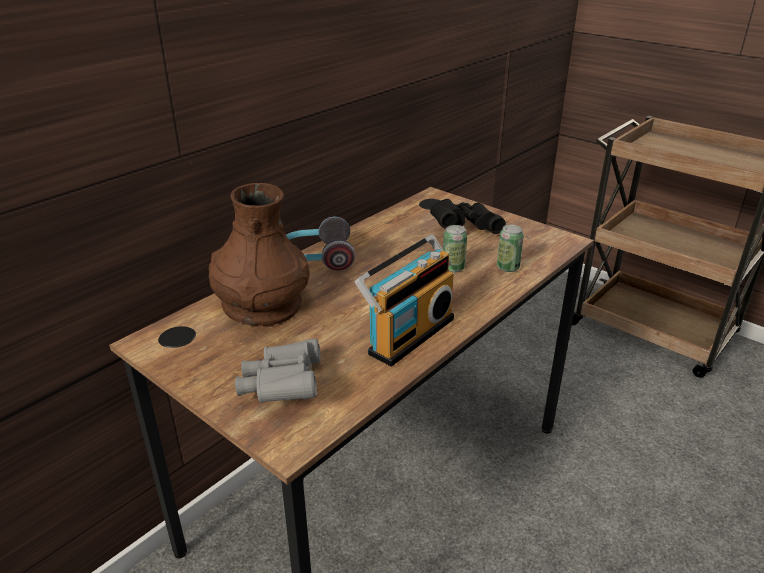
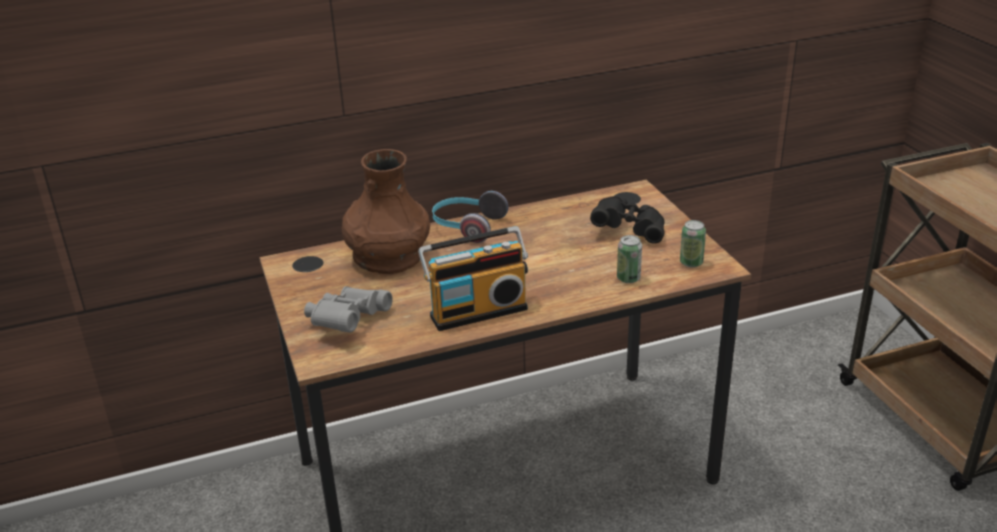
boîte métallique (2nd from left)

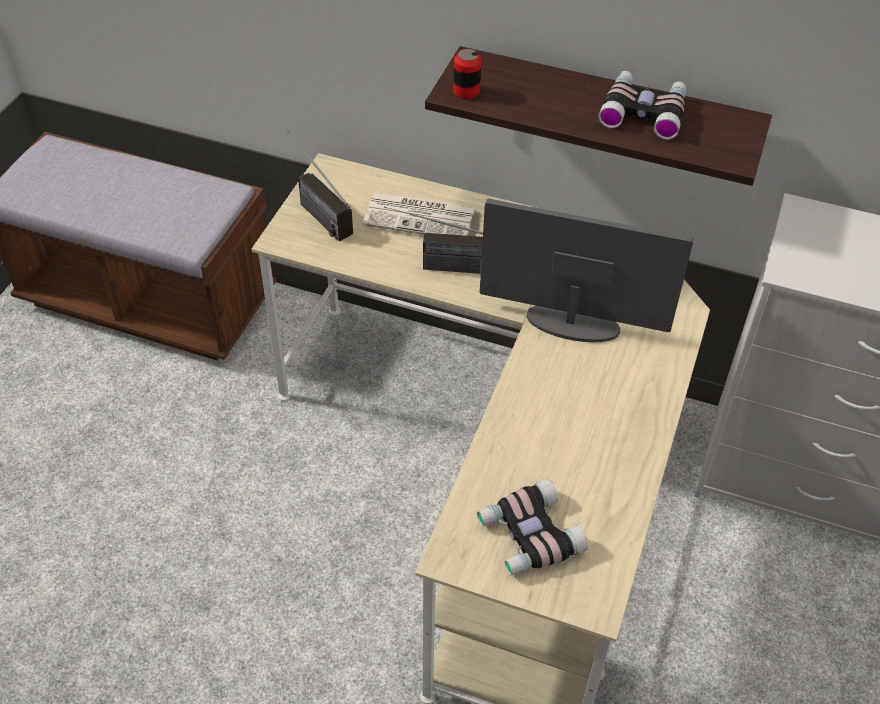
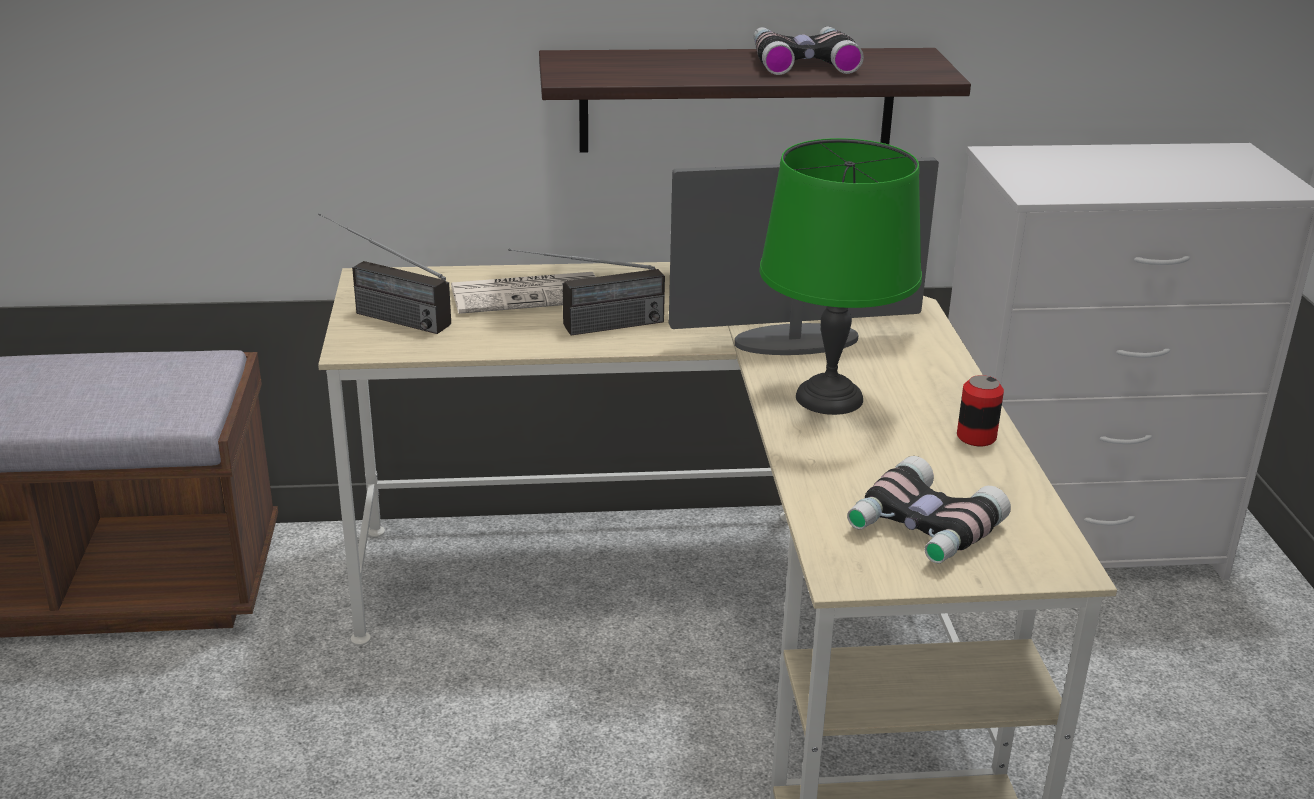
boîte métallique
lampe de table (vert)

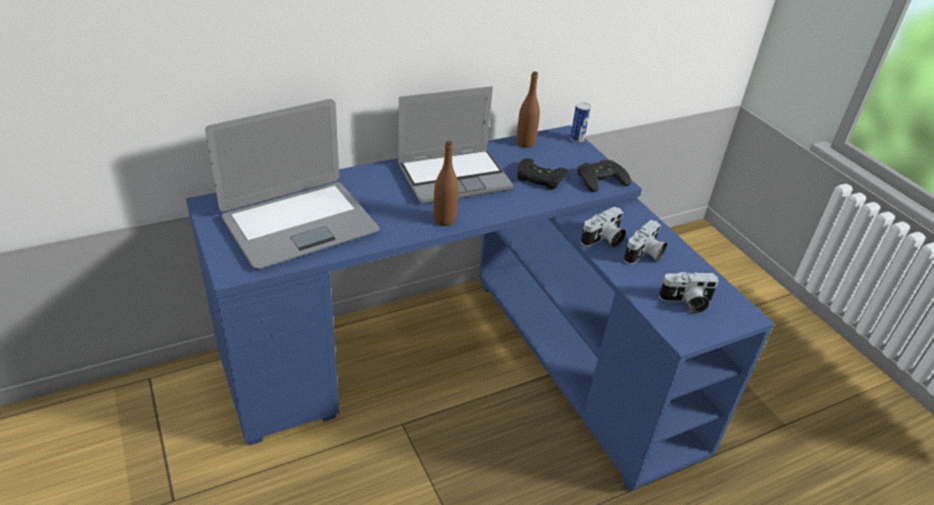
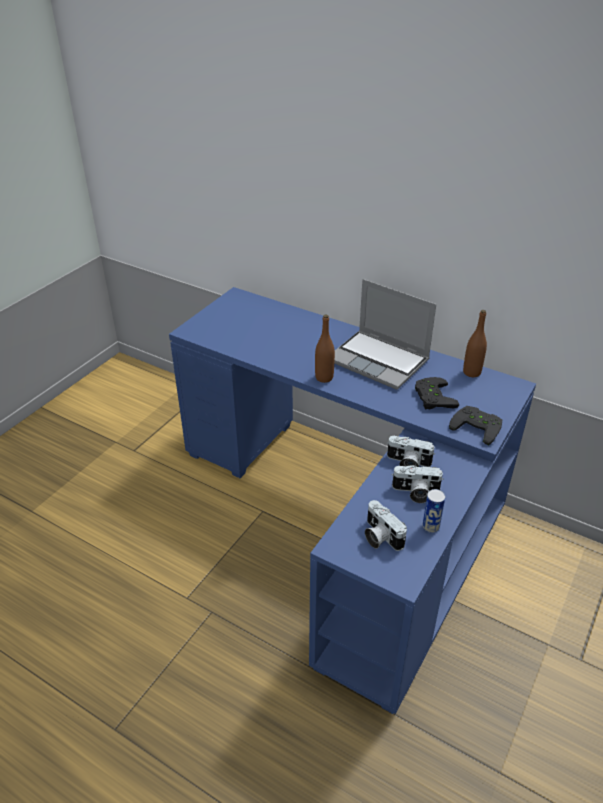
ordinateur portable (1st from left in the first image)
boîte métallique

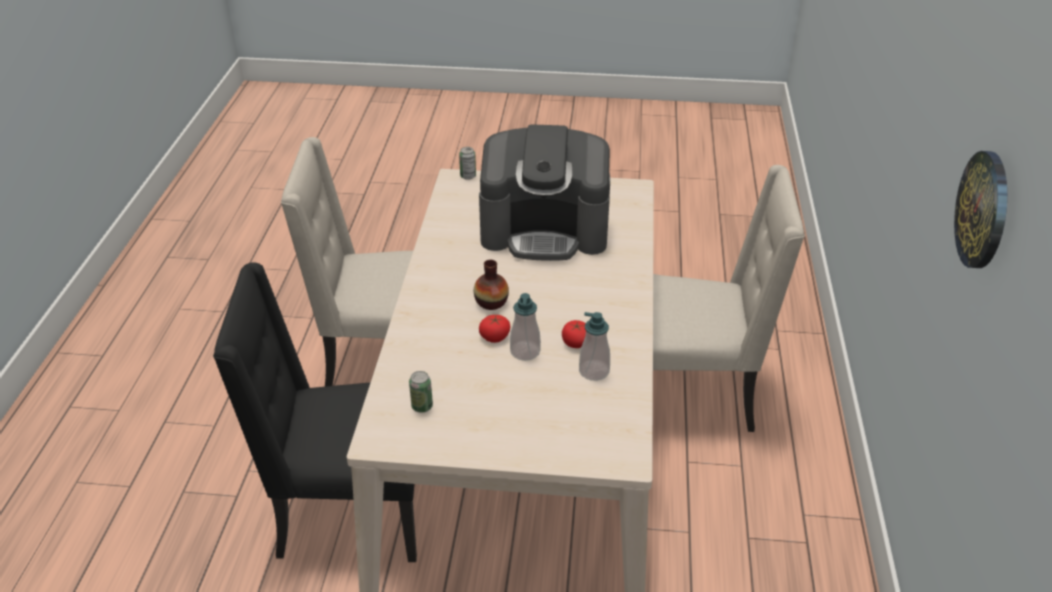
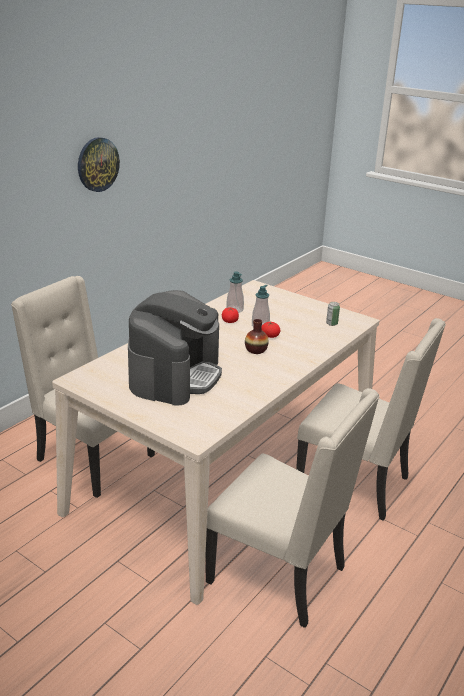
machine à café
boîte métallique (2nd from left in the first image)
chaise (beige) (3rd from left)

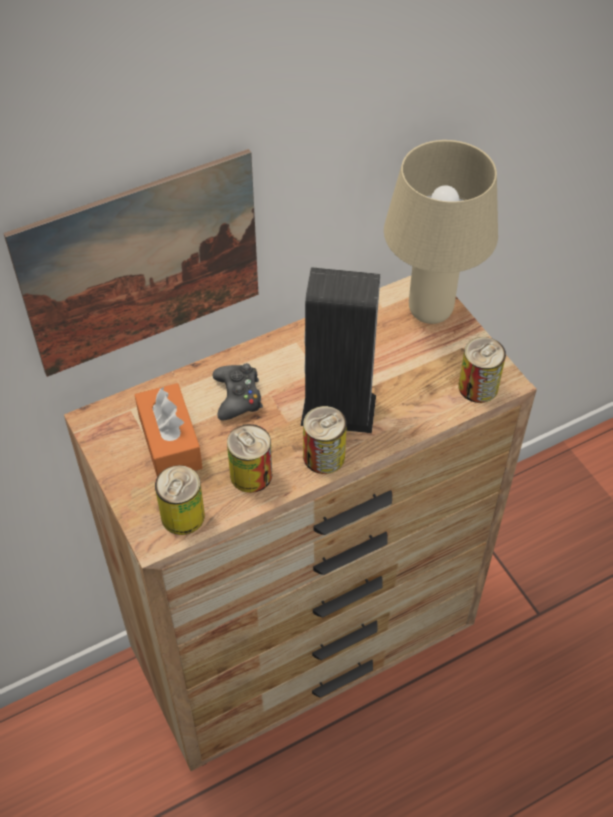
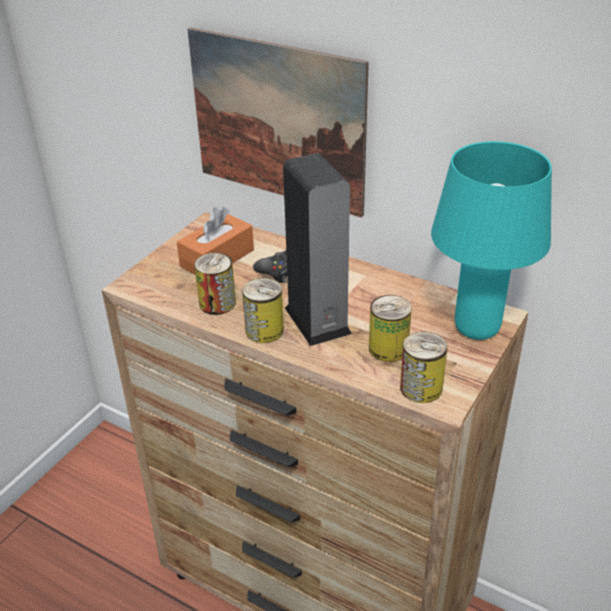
lampe de table (turquoise)
boîte métallique (3rd from left)

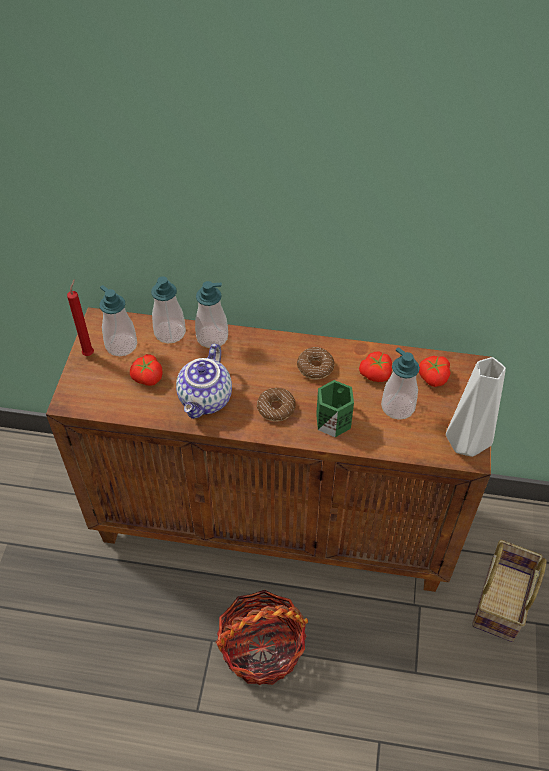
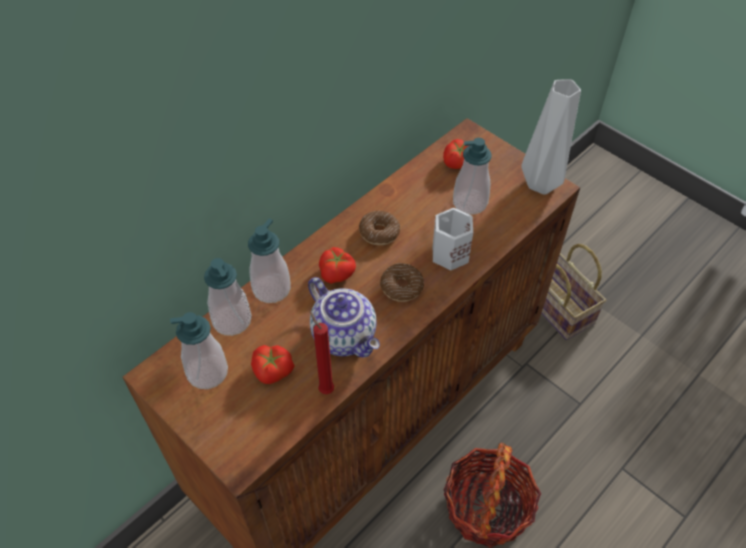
bougie (rouge)
tomate (2nd from left)
mug (blanc)

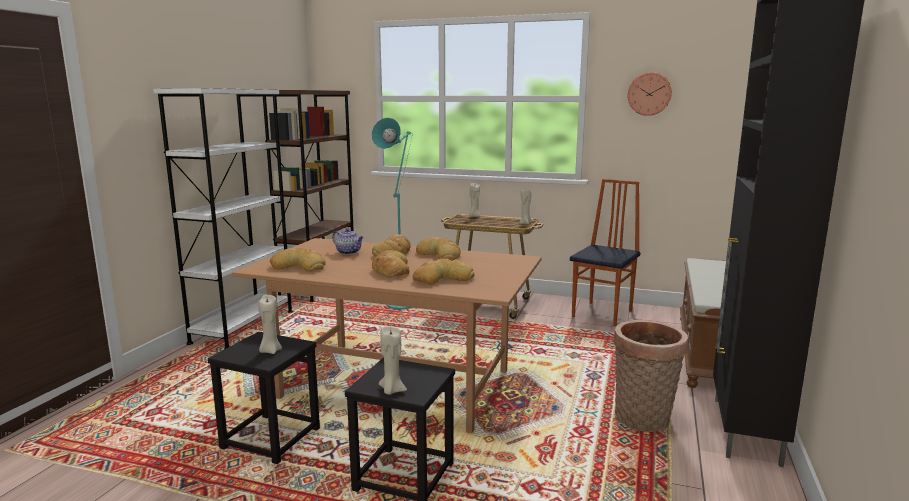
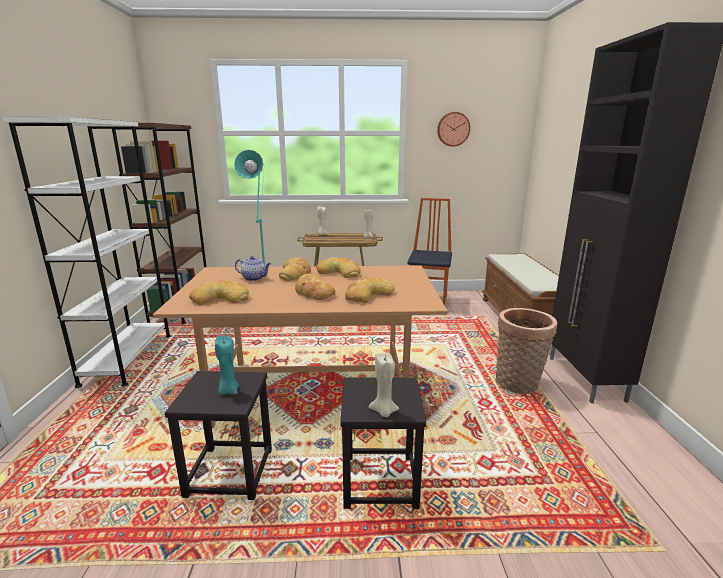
bougie (turquoise)

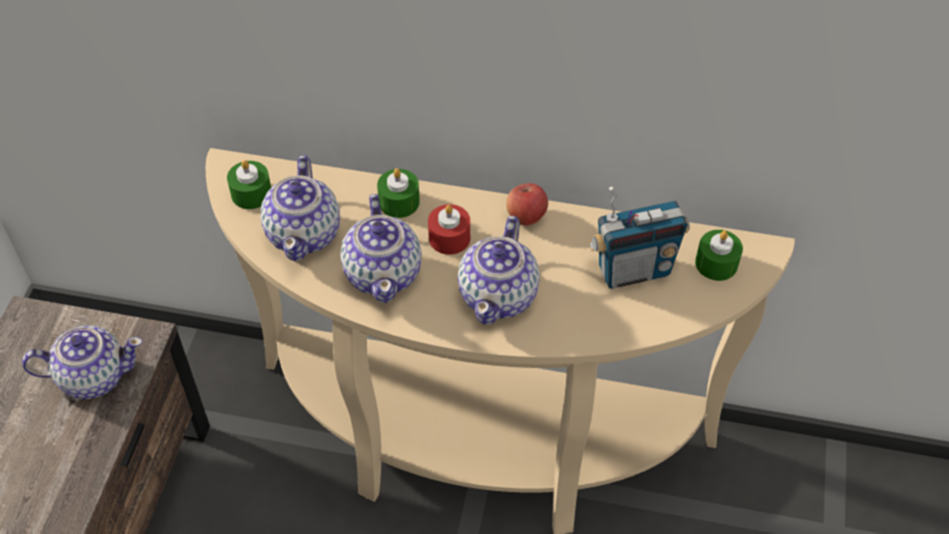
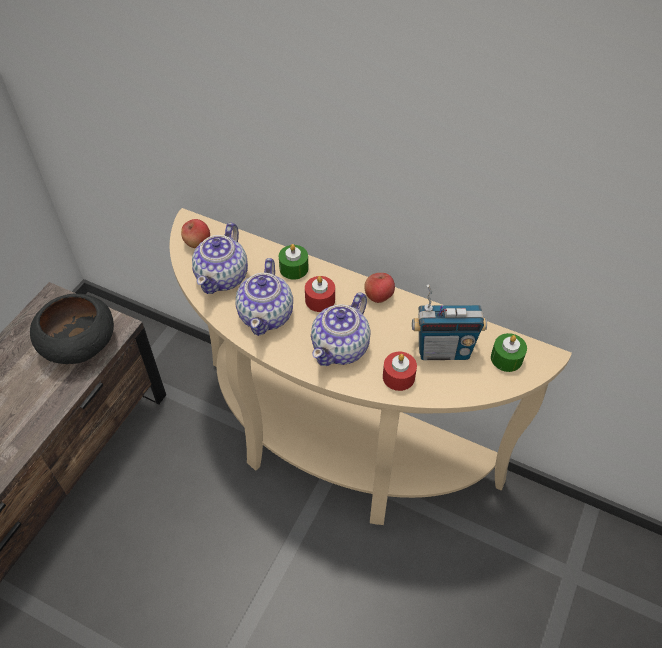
pomme (1st from left)
bol (noir)
bougie (rouge) (2nd from left)

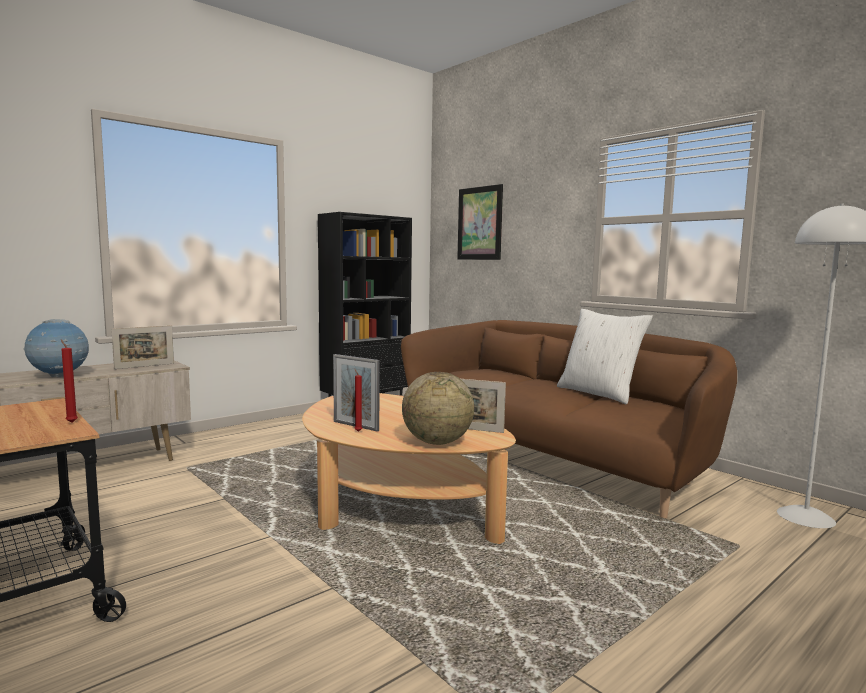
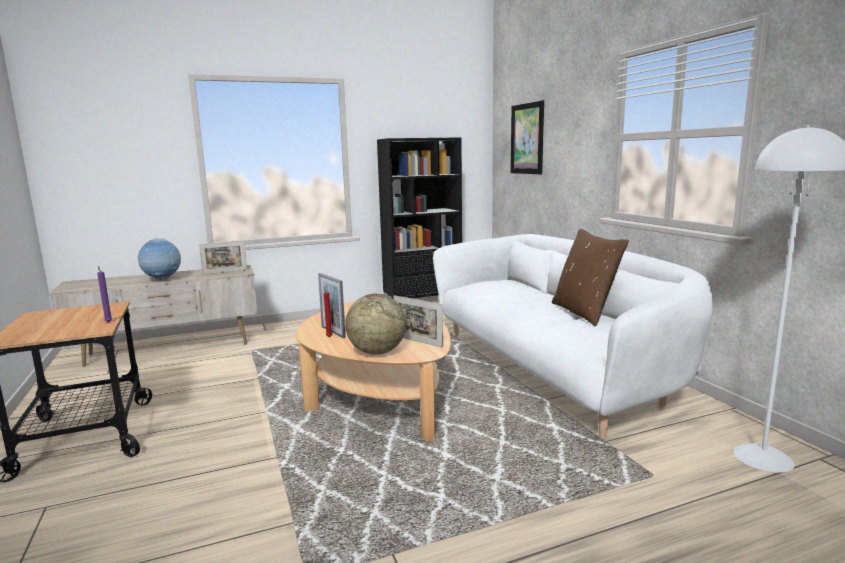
coussin (marron)
canapé (blanc)
bougie (violet)

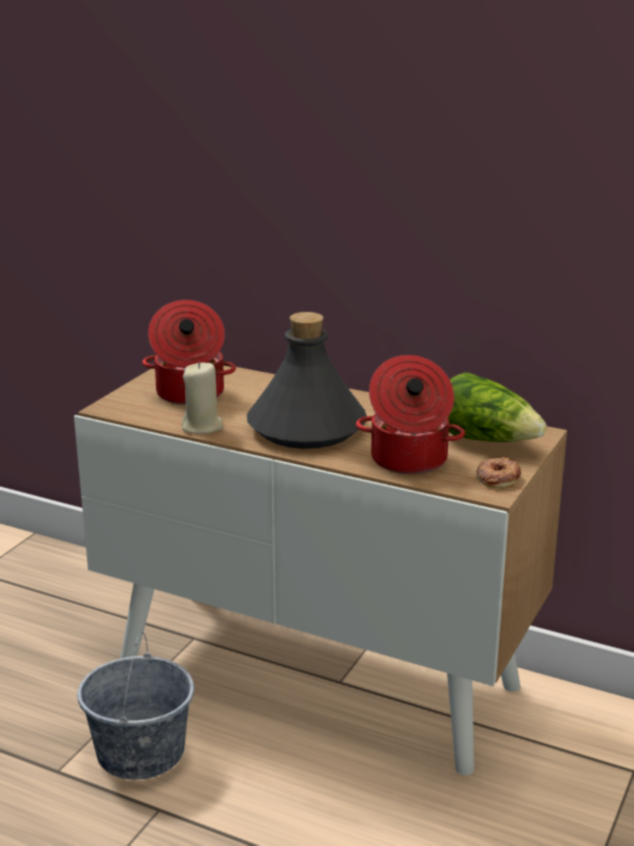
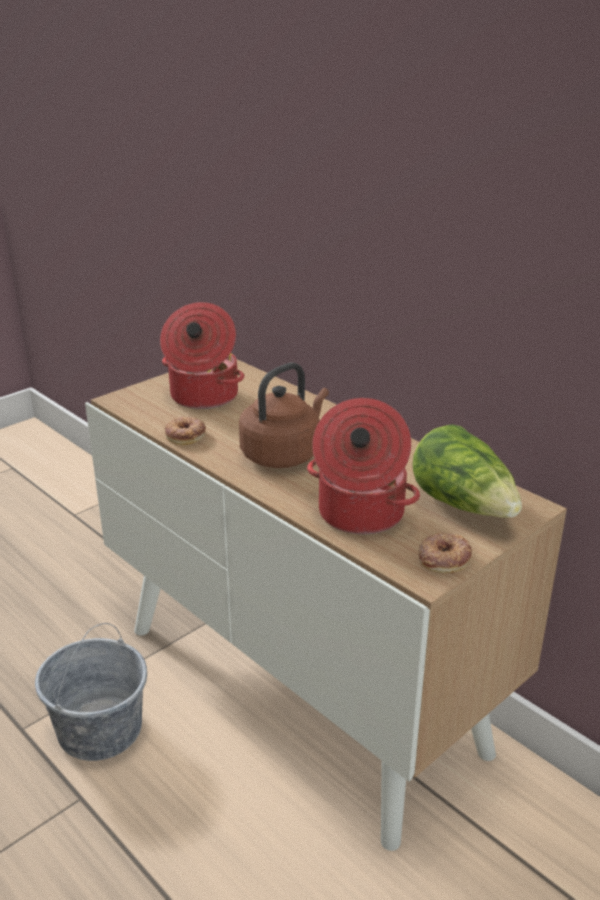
bouilloire (marron)
beignet (1st from left)

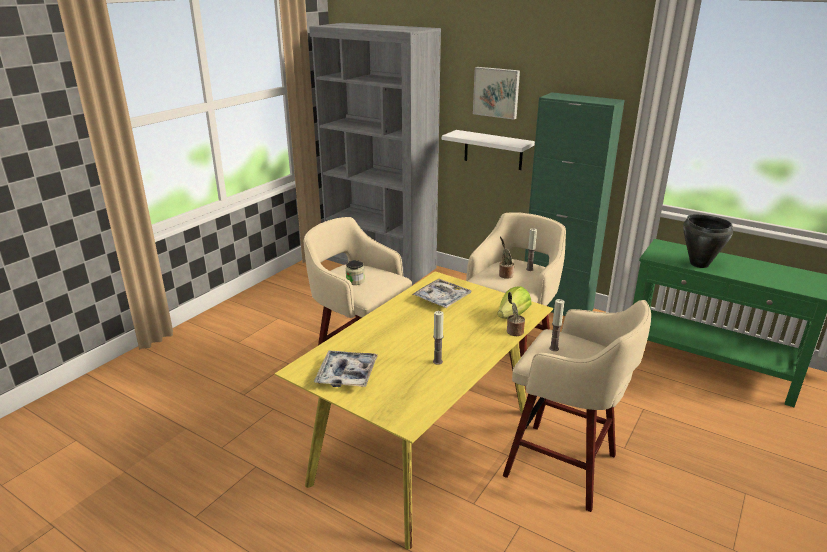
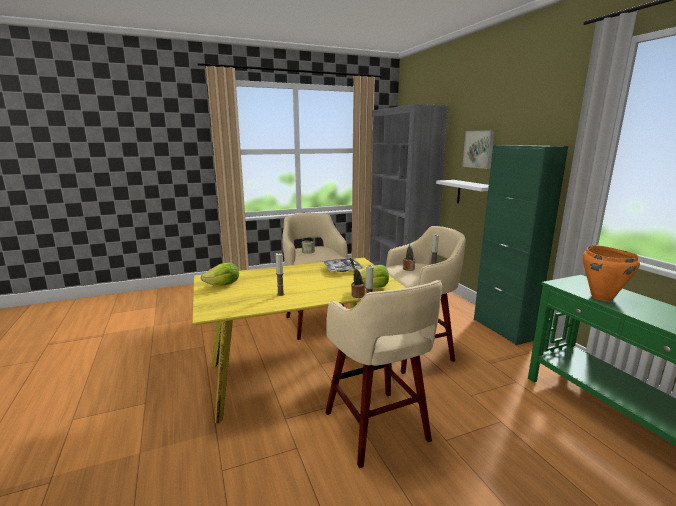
marmite (orange)
laitue (1st from left)

